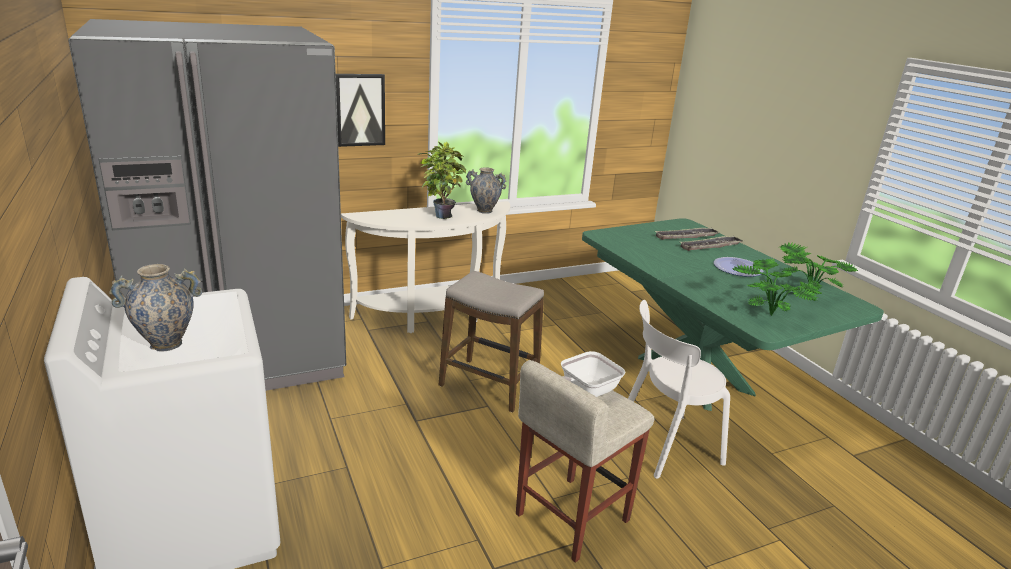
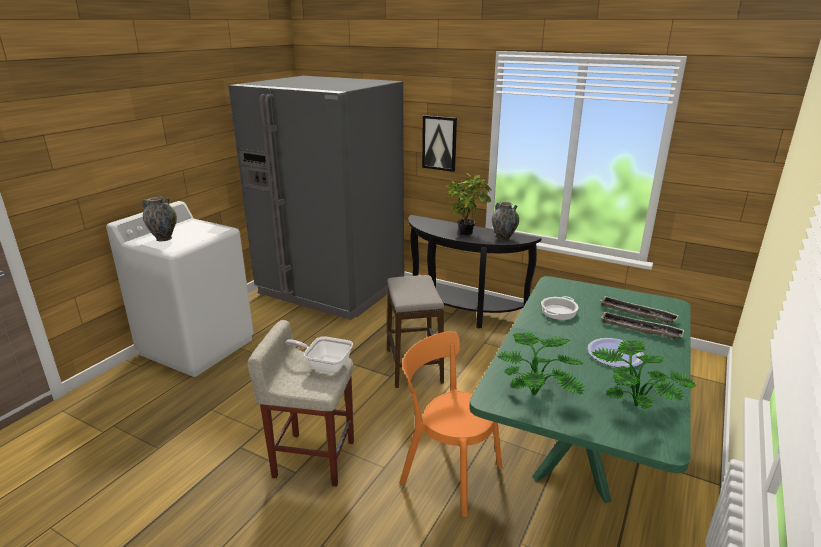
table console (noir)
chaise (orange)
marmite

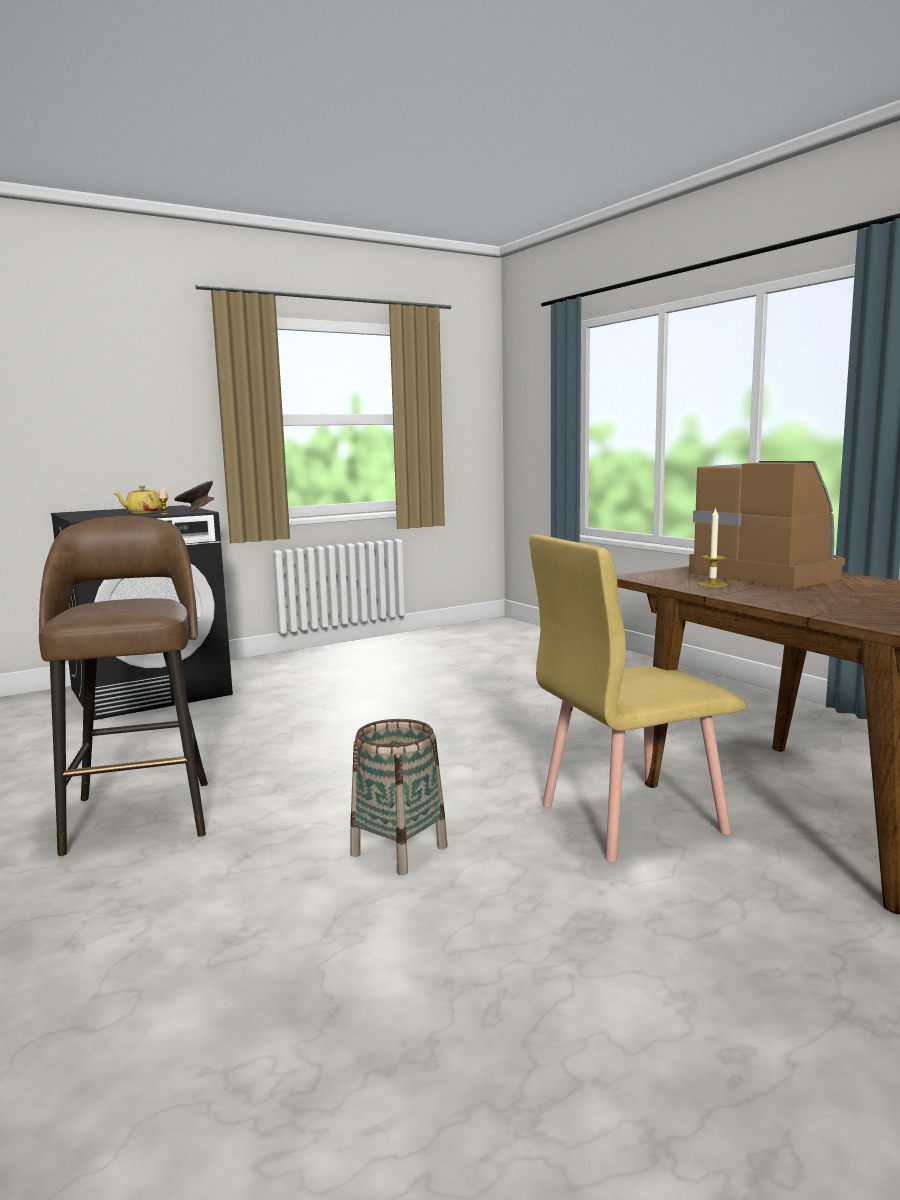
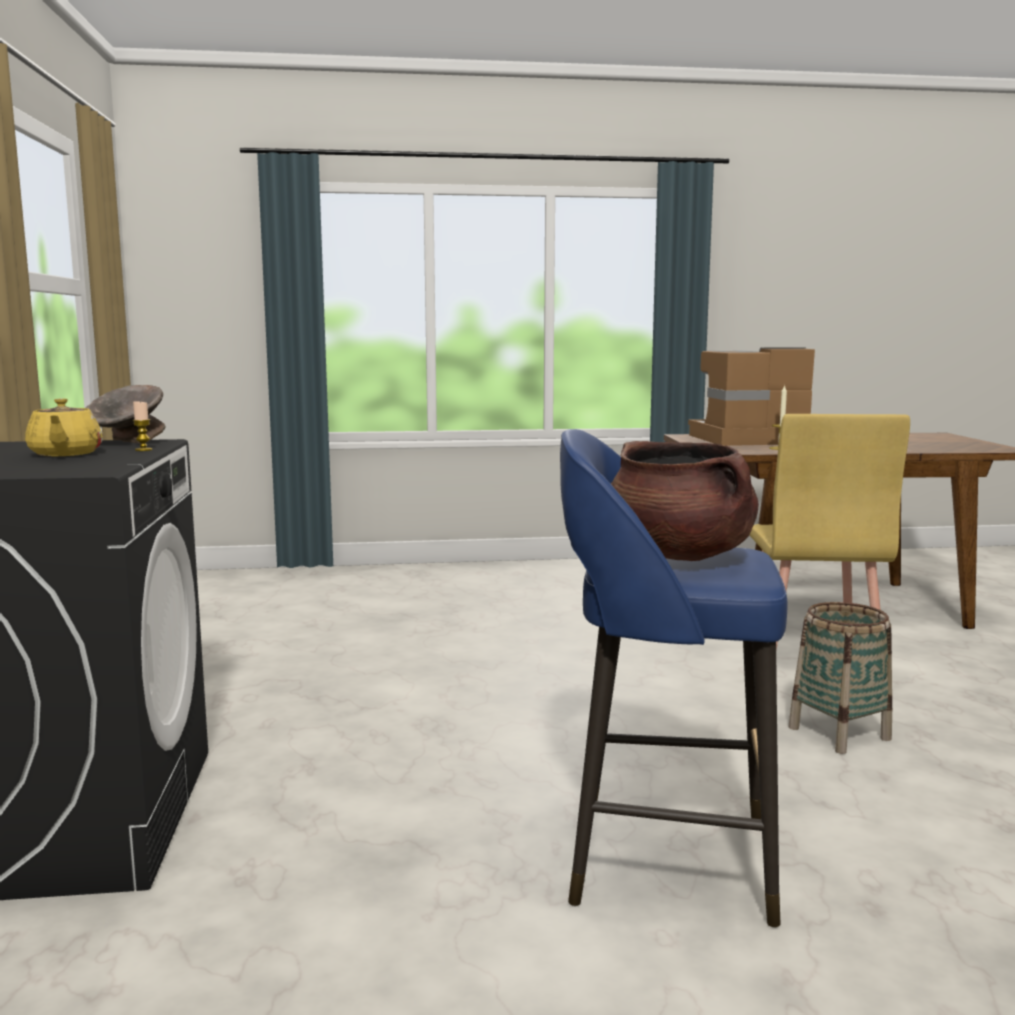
tabouret (bleu)
marmite (marron)

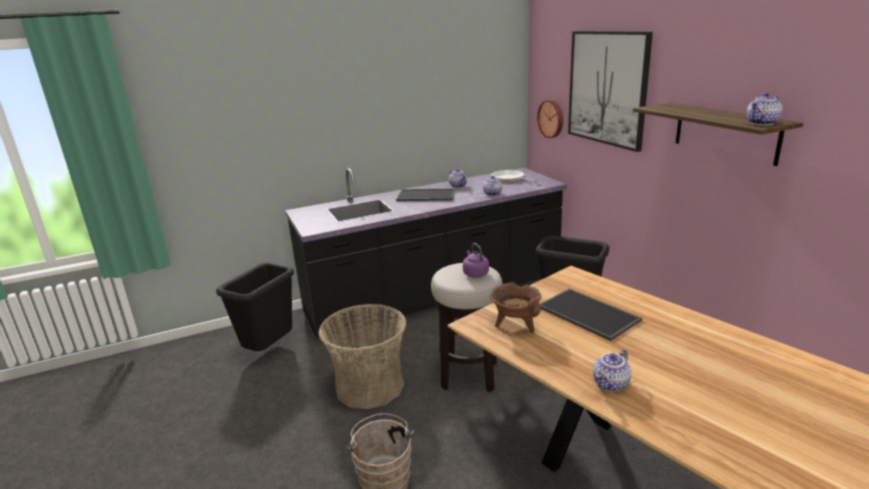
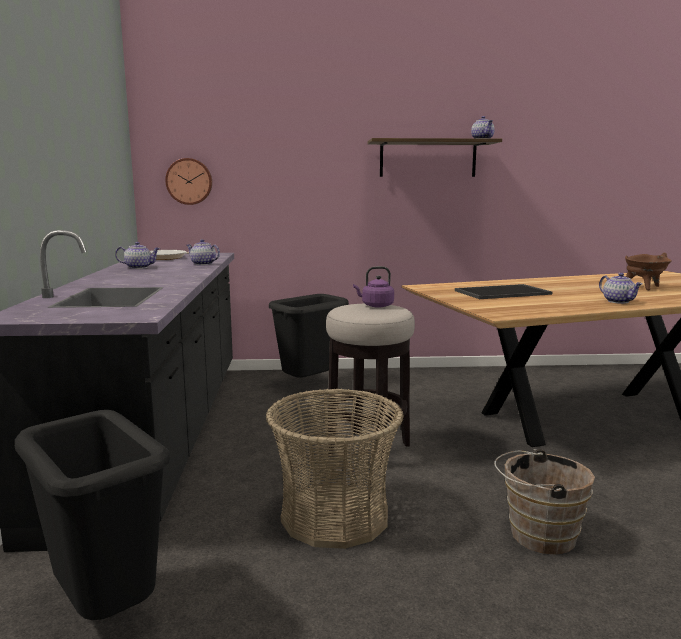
tableau
plateau (1st from left in the first image)
marmite (marron)

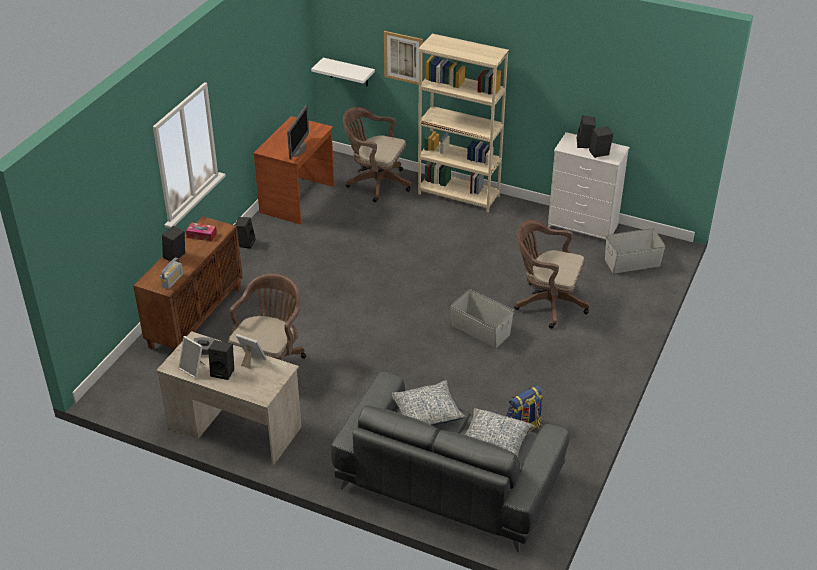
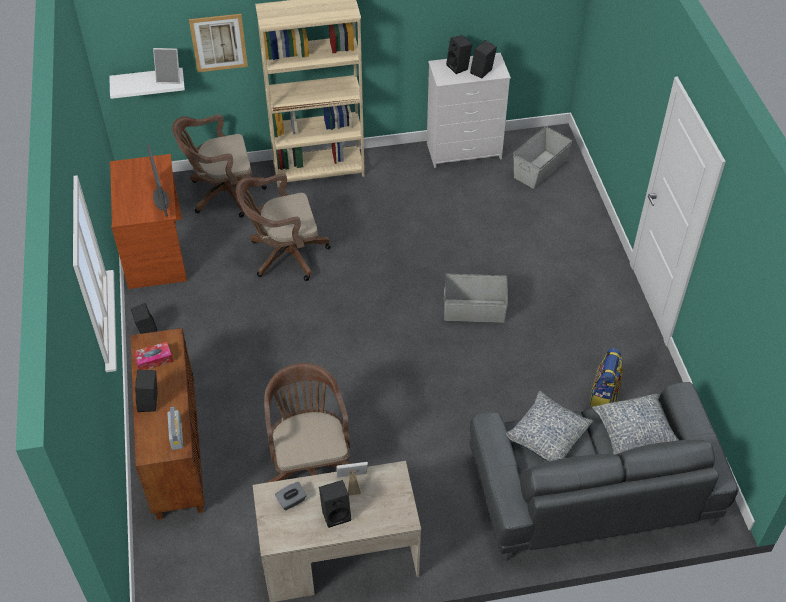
chaise de bureau (marron) (2nd from left)
cadre photo (1st from left)

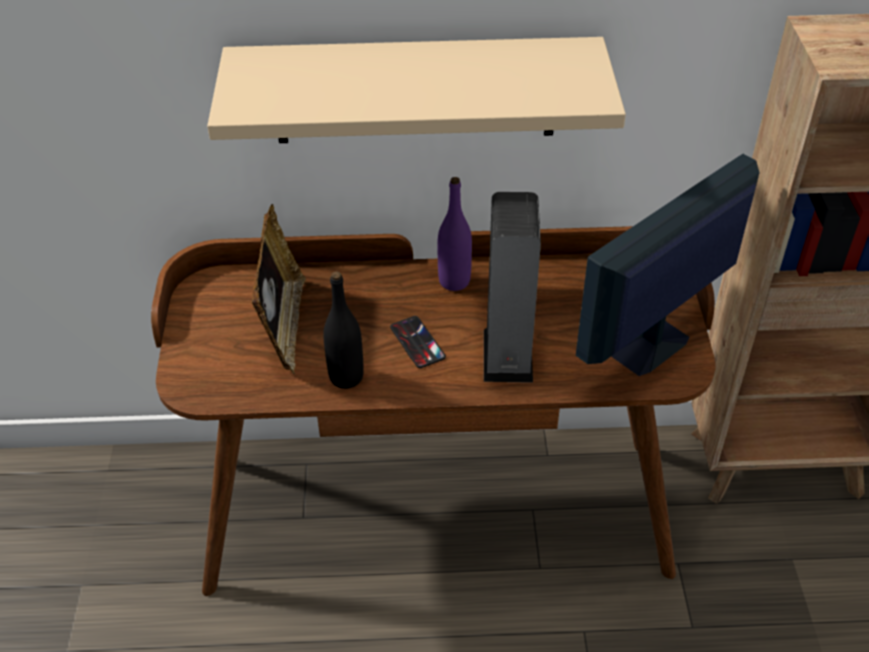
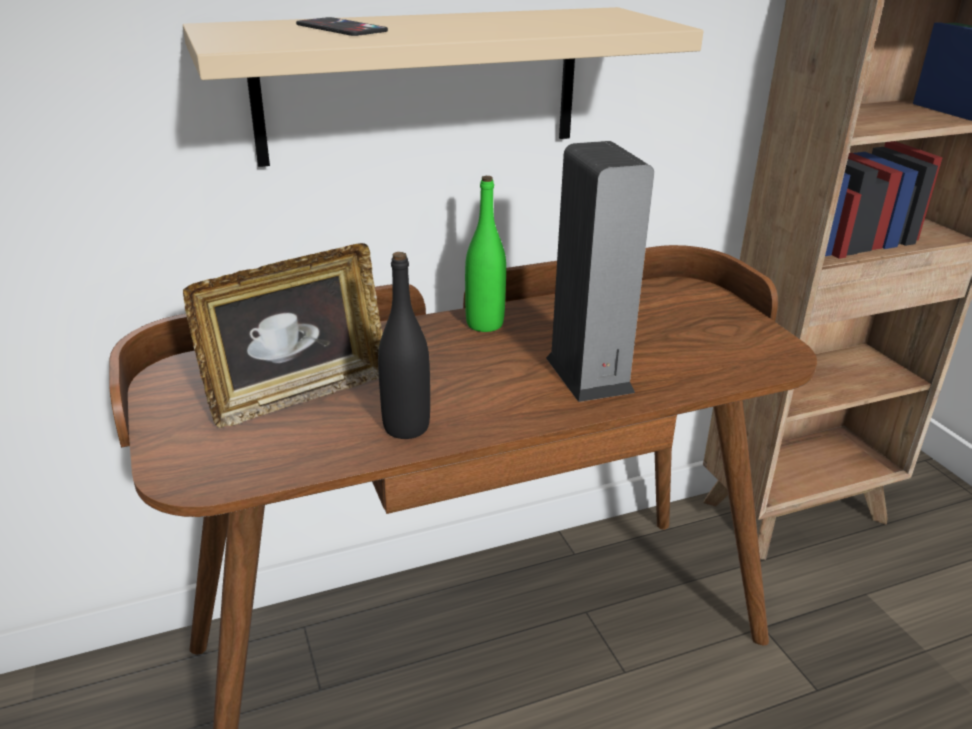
écran d'ordinateur
bouteille (vert)
cadre photo
téléphone

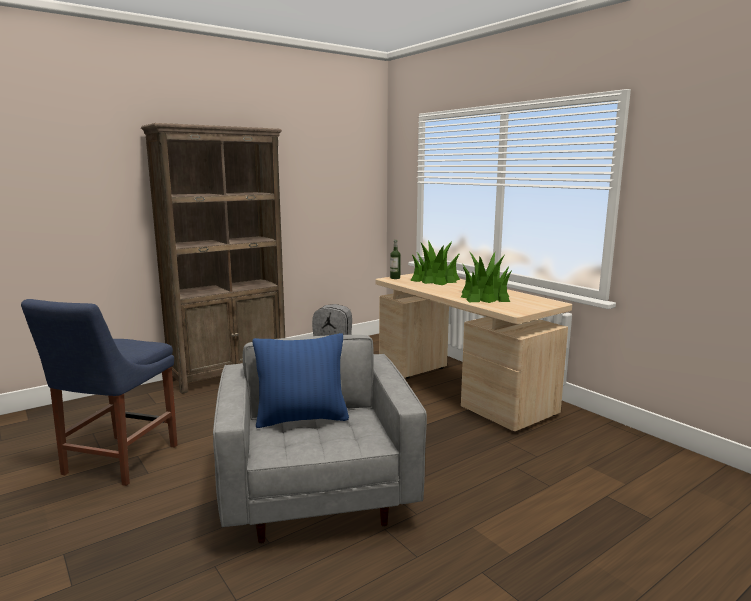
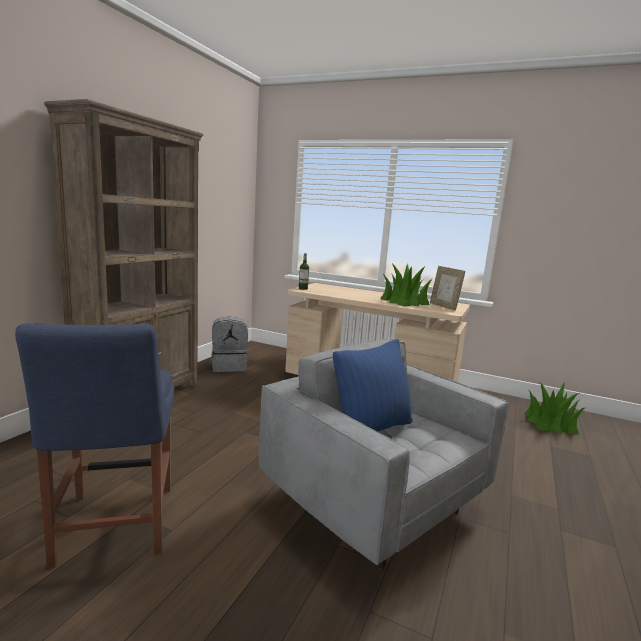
plante en pot (2nd from left)
cadre photo

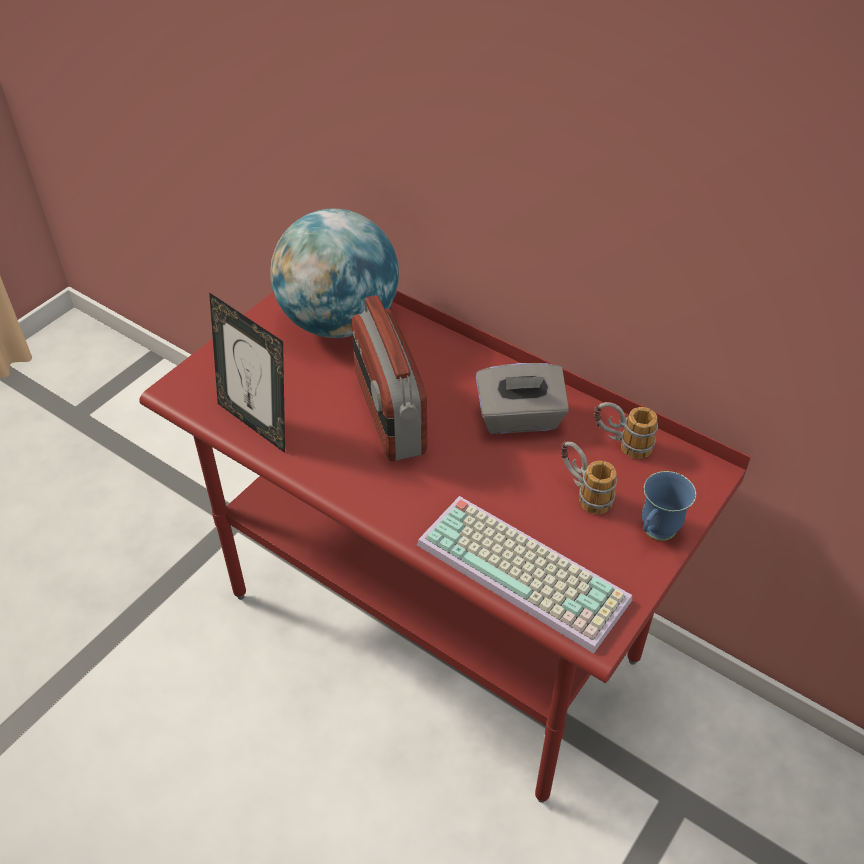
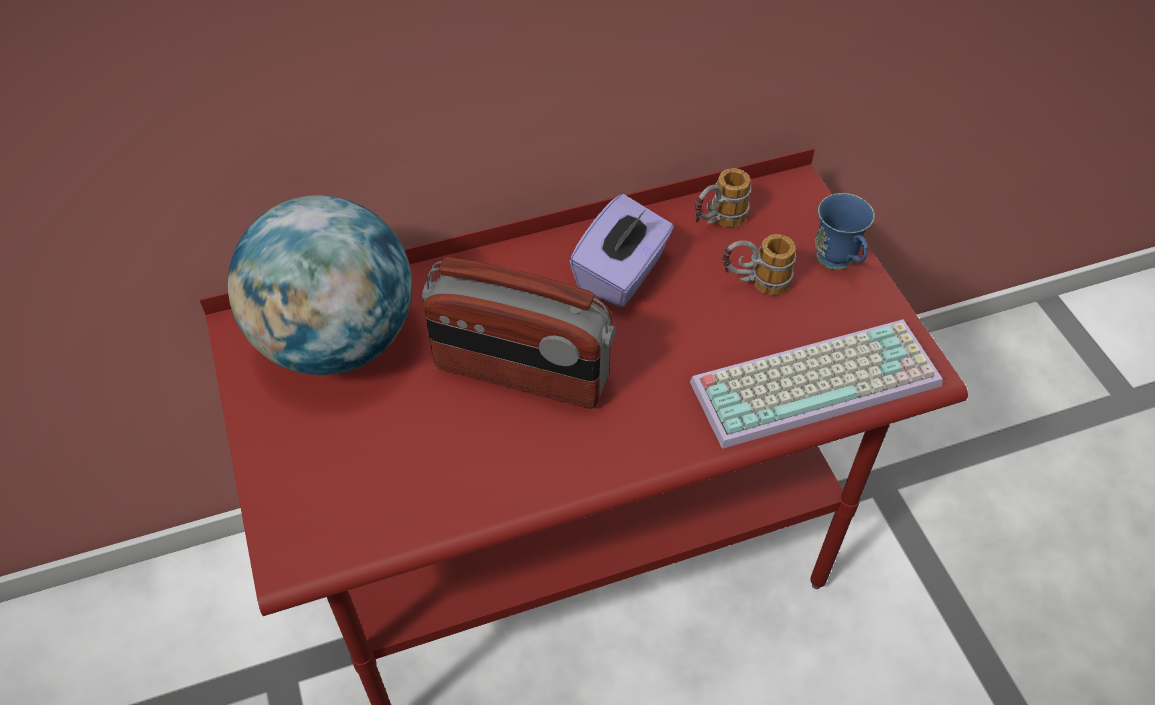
cadre photo
boîte à mouchoirs (violet)

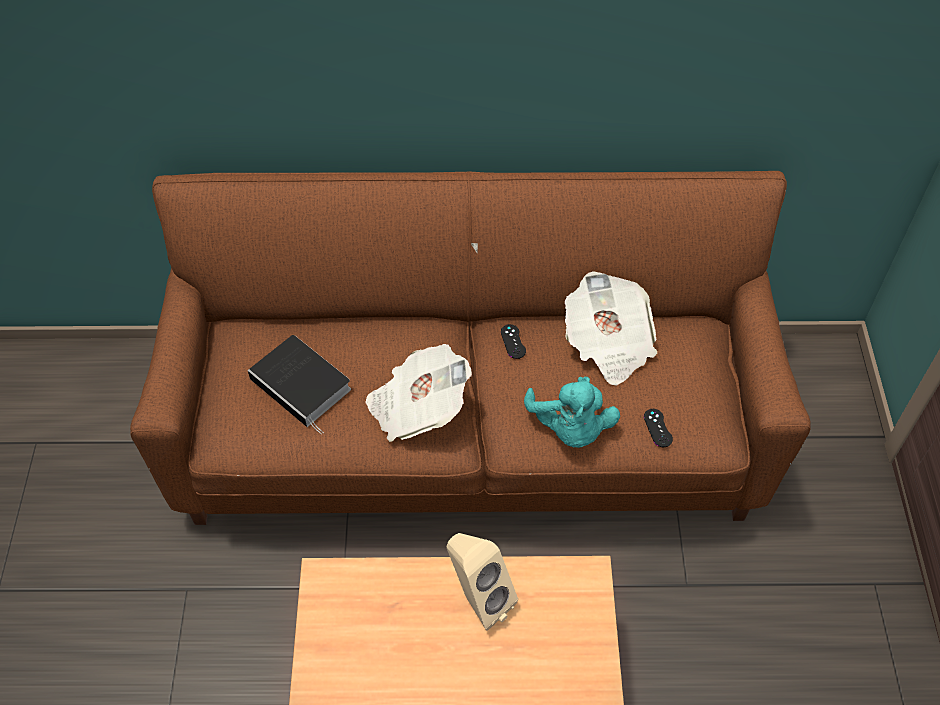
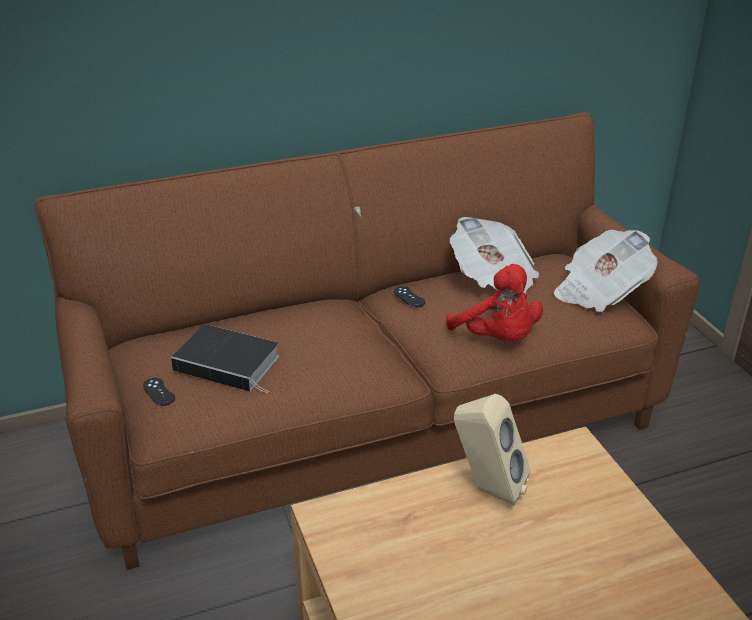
journal (2nd from left)
peluche (rouge)
manette (noir) (1st from left)

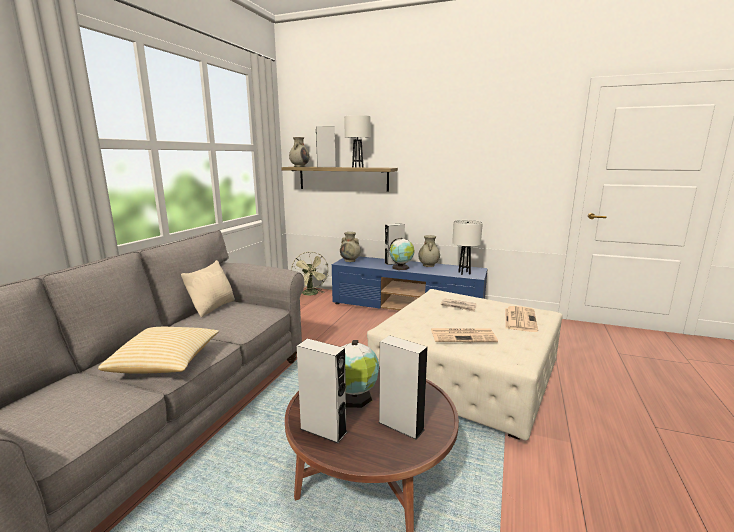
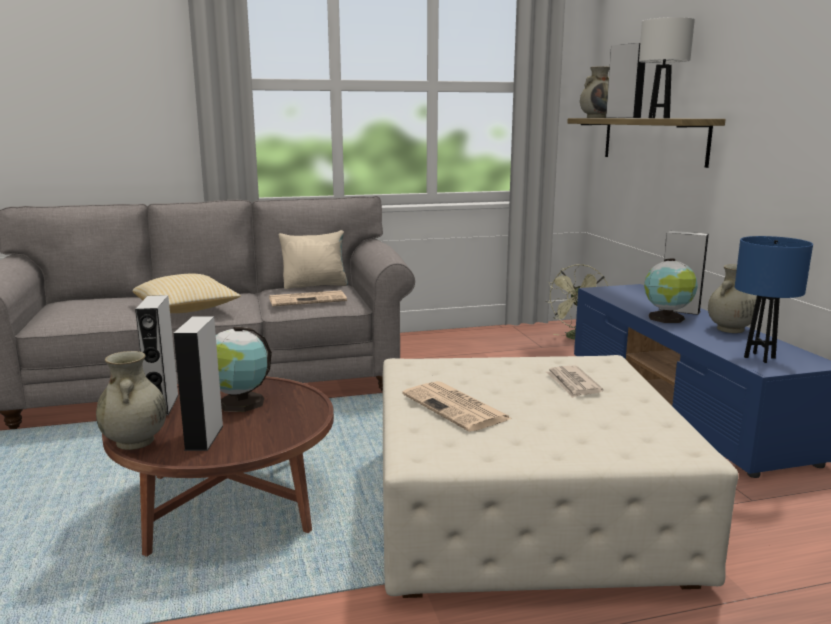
lampe de table (bleu)
vase (beige) (1st from left)
journal (1st from left)

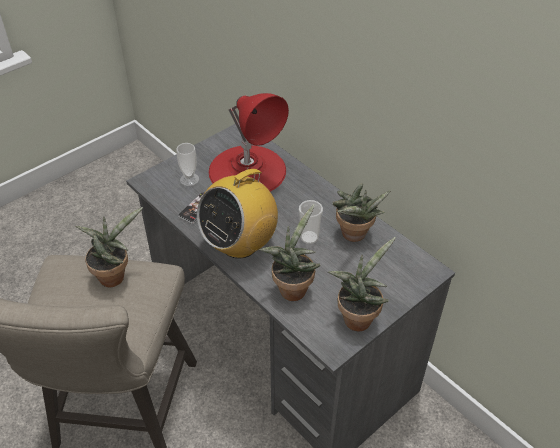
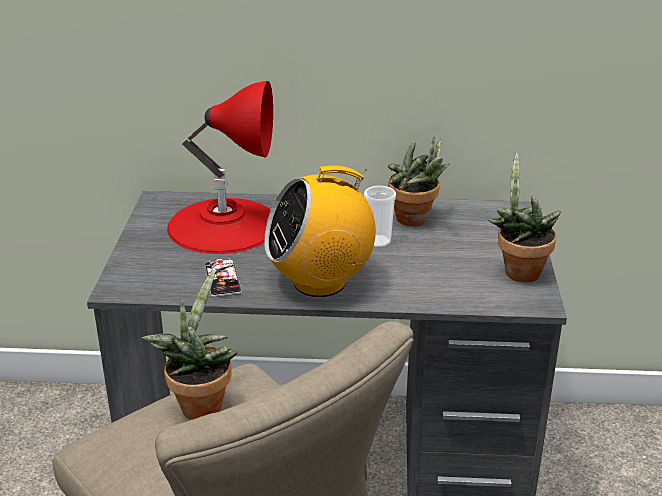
tasse (1st from left in the first image)
radio
plante en pot (2nd from left in the first image)

